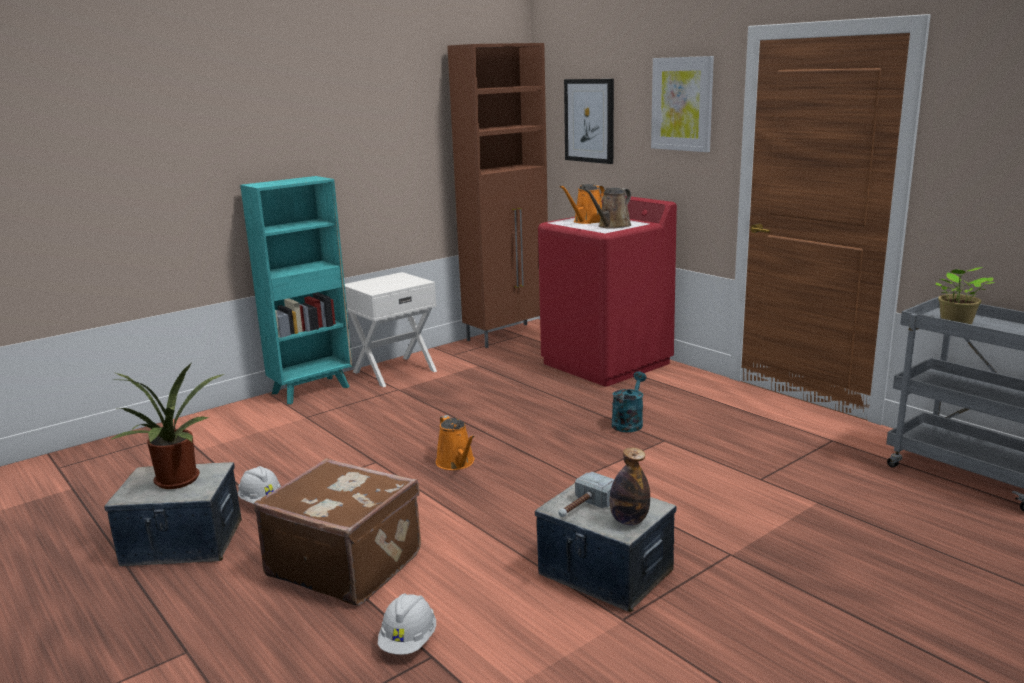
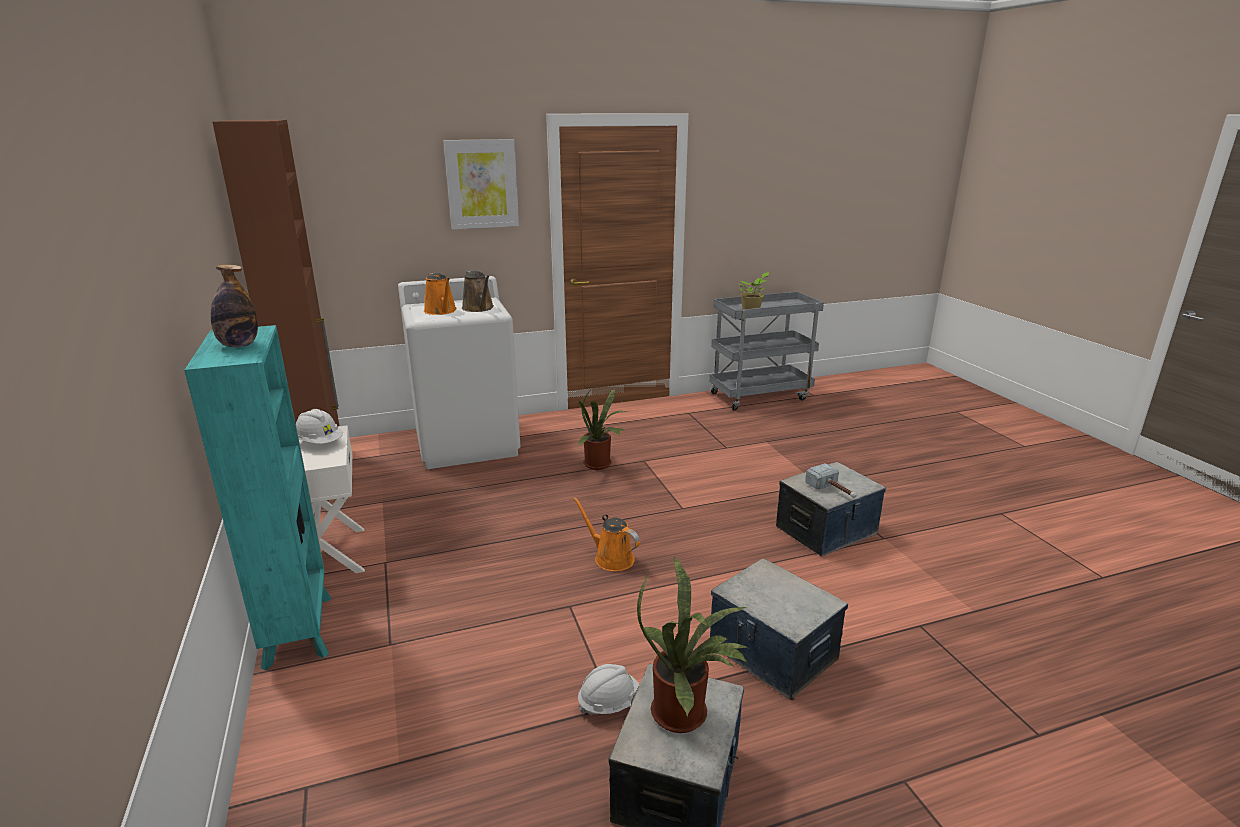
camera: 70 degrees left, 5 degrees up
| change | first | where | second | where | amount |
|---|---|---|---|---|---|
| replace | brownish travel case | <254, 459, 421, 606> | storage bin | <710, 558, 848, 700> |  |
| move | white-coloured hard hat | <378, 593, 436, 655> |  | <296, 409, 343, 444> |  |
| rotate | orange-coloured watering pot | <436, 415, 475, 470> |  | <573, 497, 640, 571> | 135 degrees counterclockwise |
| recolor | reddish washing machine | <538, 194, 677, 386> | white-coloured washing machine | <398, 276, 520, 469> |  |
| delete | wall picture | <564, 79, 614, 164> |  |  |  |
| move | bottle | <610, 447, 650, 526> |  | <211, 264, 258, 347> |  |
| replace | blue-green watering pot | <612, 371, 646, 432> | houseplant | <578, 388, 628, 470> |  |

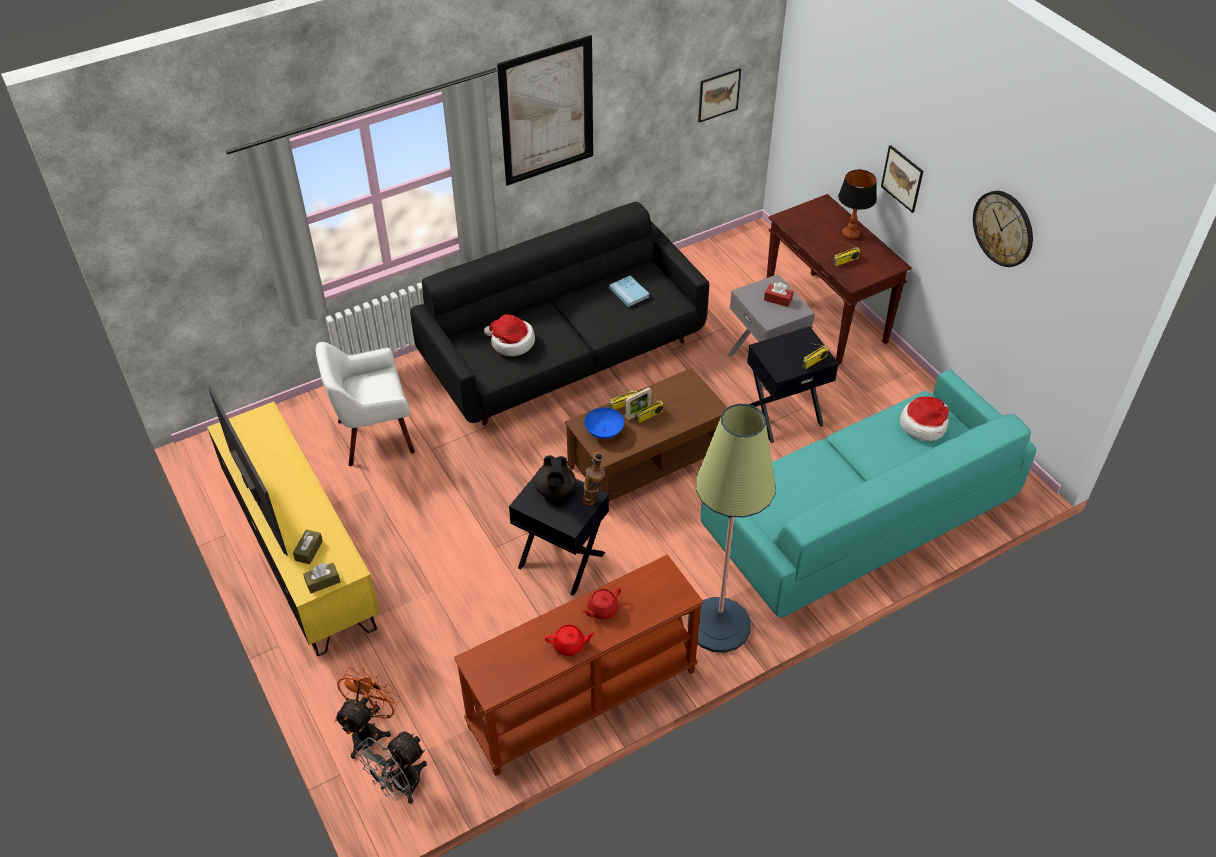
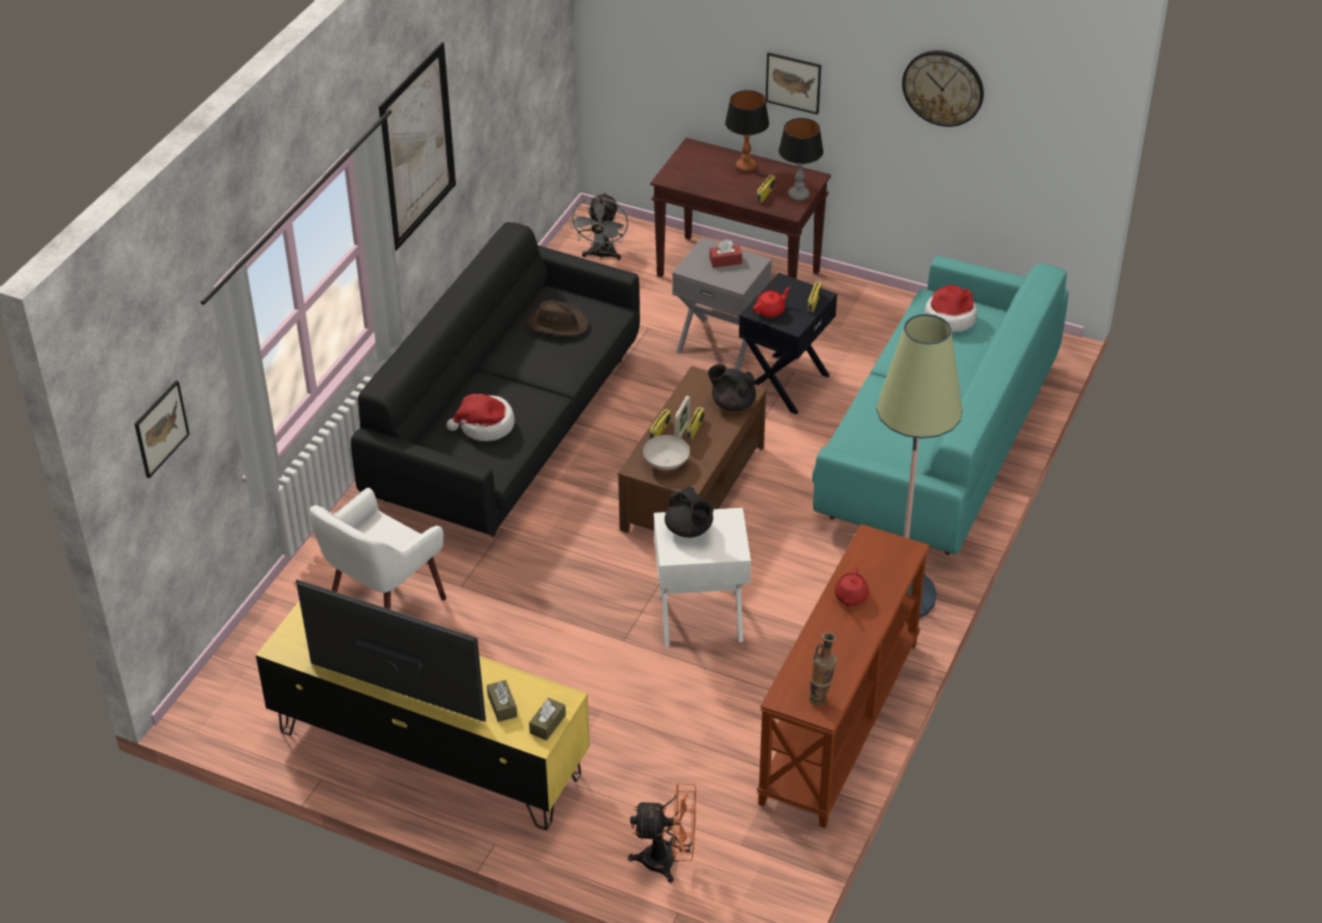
camera: 35 degrees left, 5 degrees down
| change | first | where | second | where | amount |
|---|---|---|---|---|---|
| rotate | orange-coloured electric fan | <335, 667, 401, 759> |  | <628, 783, 696, 883> | 105 degrees clockwise |
| move | gray electric fan | <355, 731, 427, 804> |  | <570, 192, 628, 260> |  |
| recolor | black-coloured end table | <509, 465, 609, 596> | white-coloured end table | <654, 508, 751, 647> |  |
| move | reddish pot for tea | <545, 625, 596, 656> |  | <753, 287, 790, 317> |  |
| move | flower vase | <582, 452, 605, 505> |  | <809, 632, 838, 706> |  |
| recolor | blue serving bowl | <584, 408, 624, 439> | white-coloured serving bowl | <643, 435, 690, 470> |  |
| replace | blue bound book | <609, 276, 650, 307> | brownish hat | <527, 300, 589, 337> |  |
| move | wall picture | <698, 68, 741, 123> |  | <135, 380, 190, 478> |  |
| insert |  |  | black-coloured pot for tea | <708, 364, 756, 411> |  |
| insert |  |  | tabletop lamp | <779, 118, 823, 201> |  |

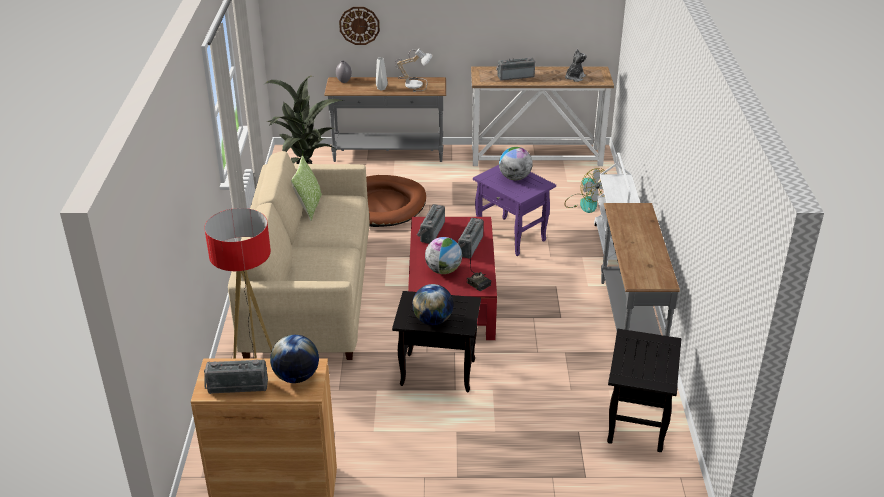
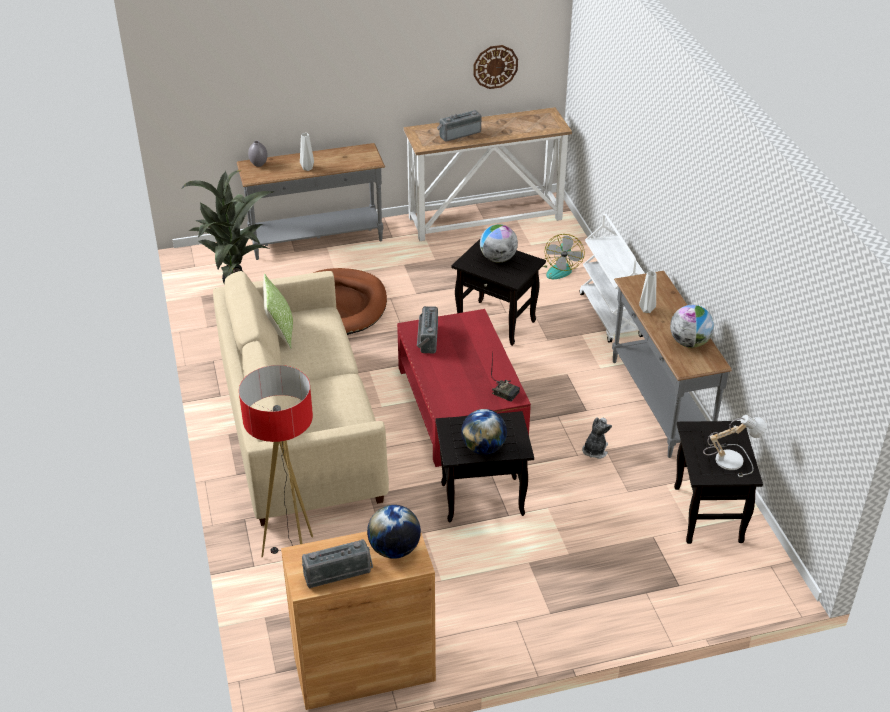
camera: 15 degrees left, 5 degrees up
| change | first | where | second | where | amount |
|---|---|---|---|---|---|
| move | wall clock | <339, 7, 380, 45> |  | <473, 45, 518, 89> |  |
| move | tabletop lamp | <395, 49, 433, 92> |  | <703, 415, 767, 477> |  |
| move | world globe | <425, 237, 462, 274> |  | <670, 305, 714, 348> |  |
| delete | radio | <458, 218, 484, 258> |  |  |  |
| recolor | purple-coloured end table | <473, 165, 556, 256> | black-coloured end table | <452, 239, 546, 346> |  |
| move | cuddly toy | <565, 49, 587, 82> |  | <582, 417, 612, 459> |  |
| rotate | electric fan | <565, 168, 607, 213> |  | <542, 234, 585, 279> | 60 degrees clockwise |
| insert |  |  | gray flower vase | <639, 271, 656, 313> |  |

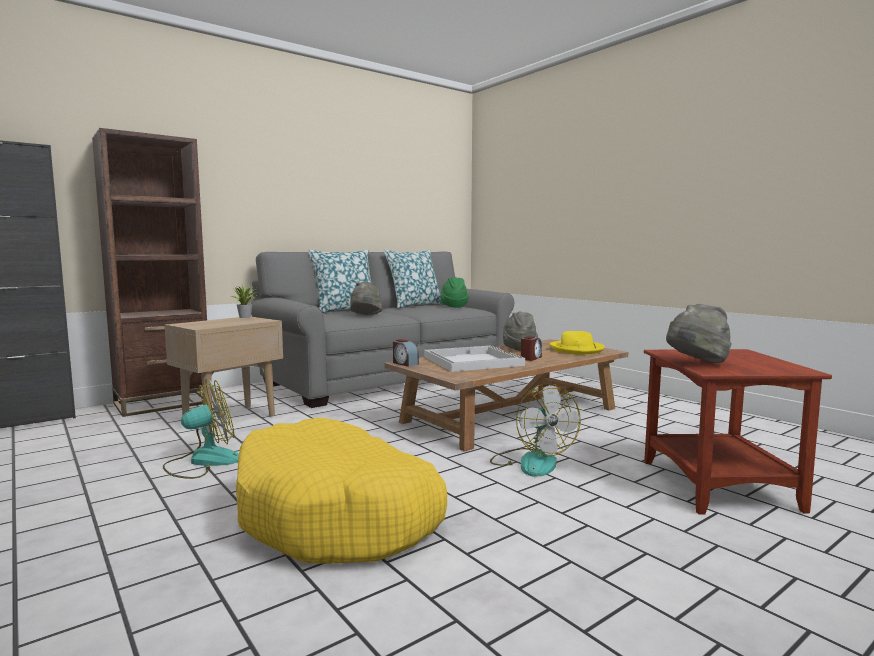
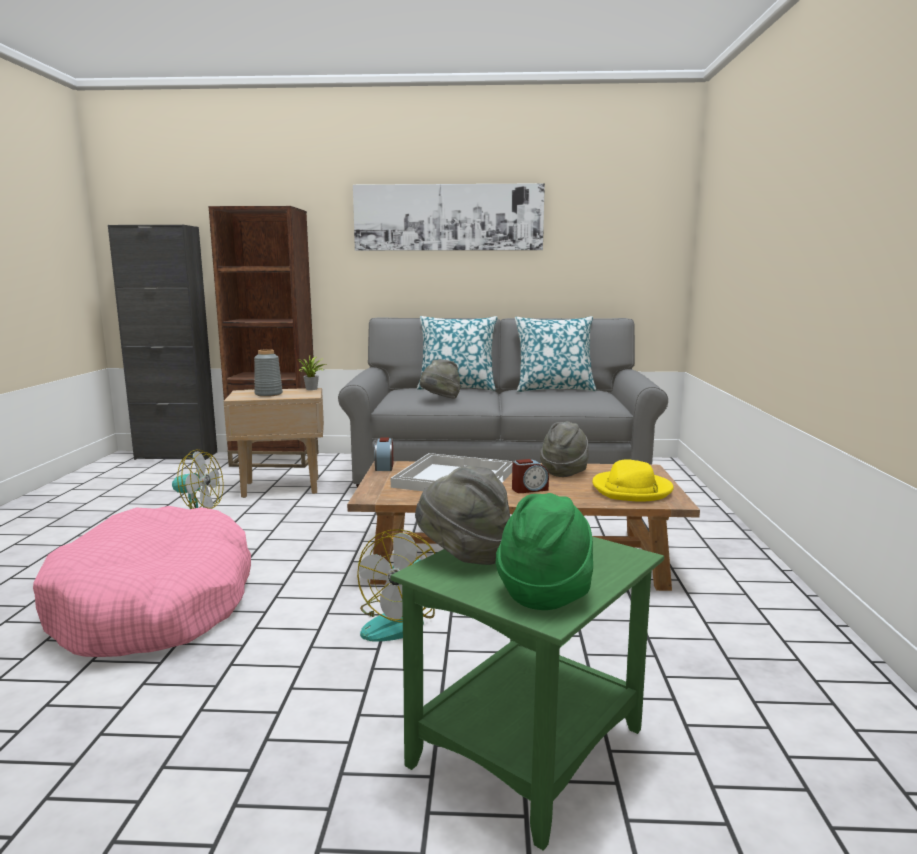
camera: 40 degrees right, 5 degrees up
| change | first | where | second | where | amount |
|---|---|---|---|---|---|
| recolor | yellow dog bed | <236, 417, 447, 564> | pink-coloured dog bed | <33, 506, 251, 657> |  |
| move | green-coloured hat | <441, 277, 469, 308> |  | <496, 493, 593, 610> |  |
| recolor | brownish end table | <644, 349, 832, 515> | green-coloured end table | <391, 536, 664, 851> |  |
| insert |  |  | gray flower vase | <254, 349, 283, 397> |  |
| insert |  |  | wall picture | <353, 183, 545, 251> |  |

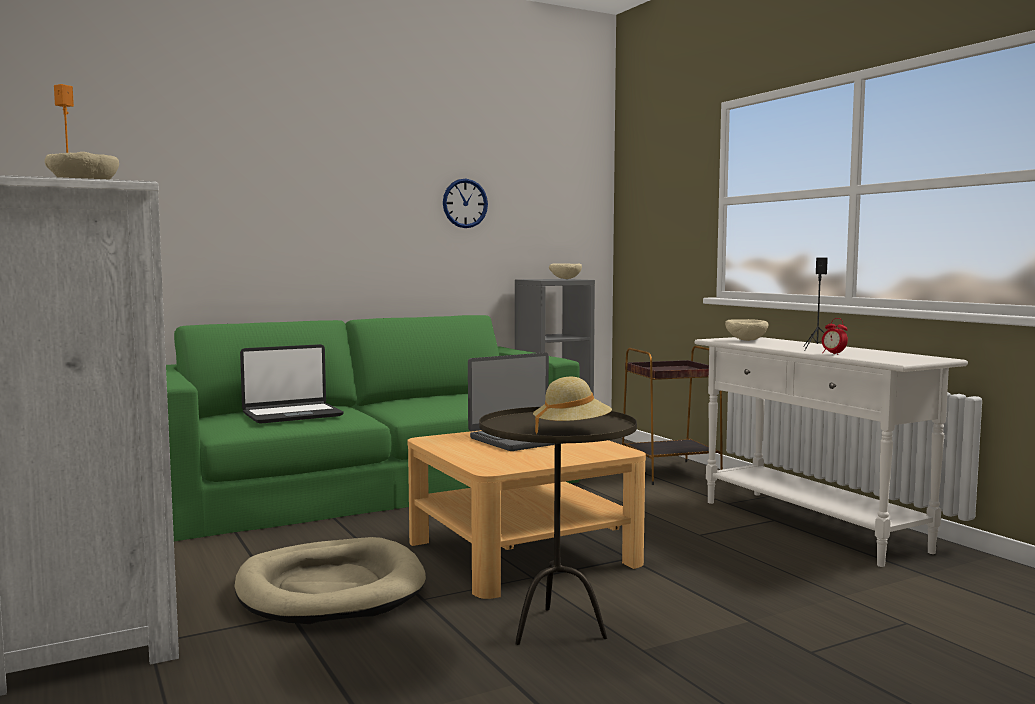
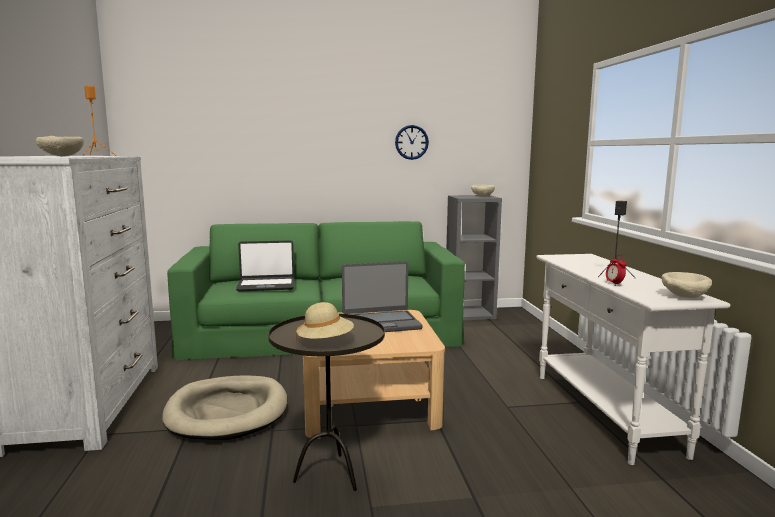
camera: 20 degrees right, 5 degrees up
| change | first | where | second | where | amount |
|---|---|---|---|---|---|
| delete | brownish end table | <622, 346, 723, 485> |  |  |  |
| move | sand-coloured serving bowl | <725, 319, 768, 341> |  | <662, 272, 712, 298> |  |

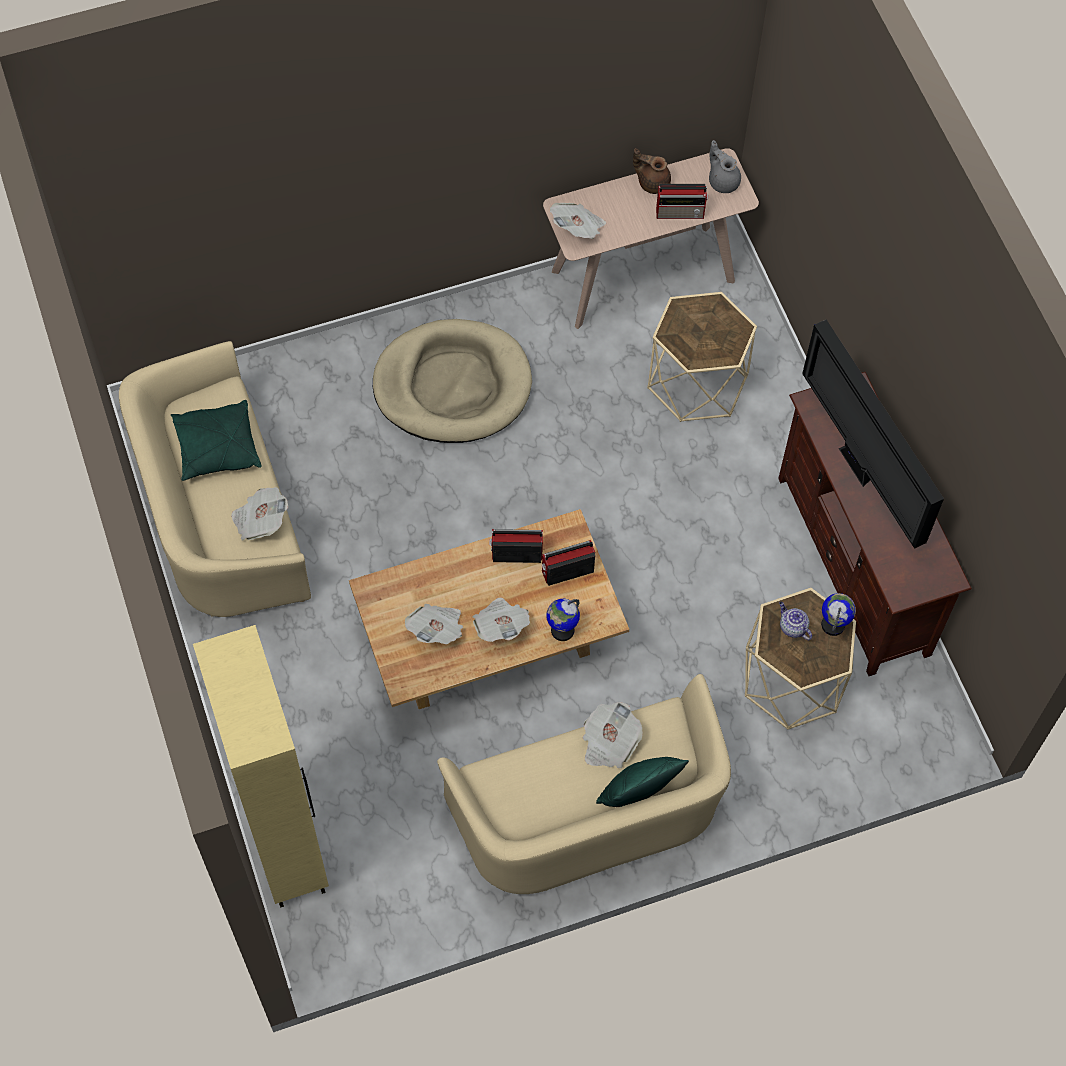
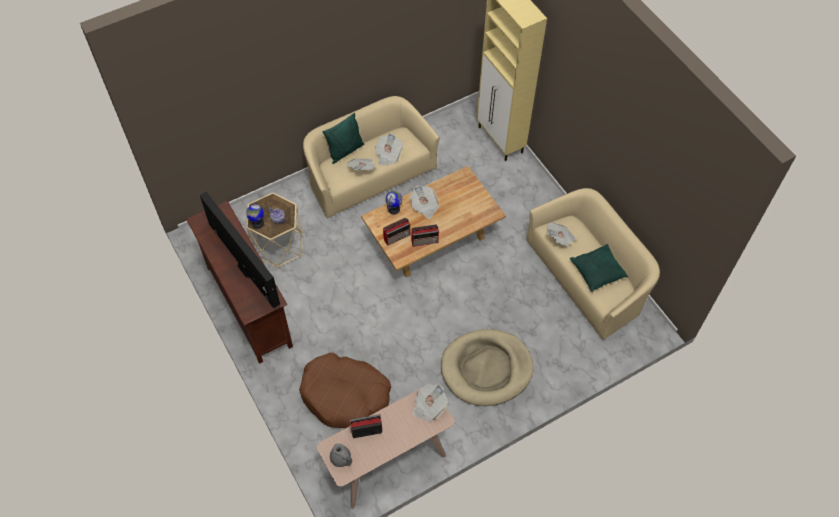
camera: 170 degrees right, 5 degrees down
| change | first | where | second | where | amount |
|---|---|---|---|---|---|
| move | newspaper | <405, 604, 463, 644> |  | <375, 133, 403, 166> |  |
| delete | brownish pot for tea | <633, 148, 671, 194> |  |  |  |
| replace | sand-coloured end table | <647, 292, 757, 422> | brownish dog bed | <299, 353, 391, 428> |  |

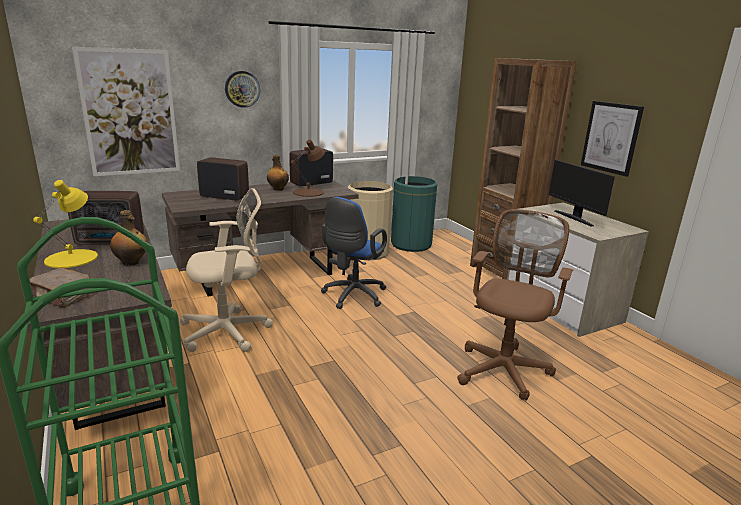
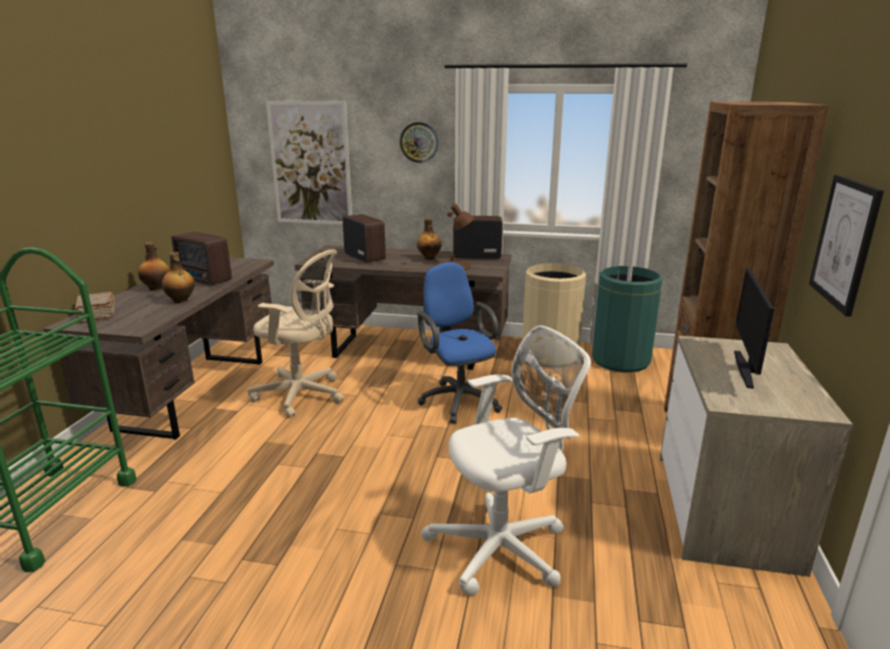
camera: 40 degrees right, 0 degrees up
| change | first | where | second | where | amount |
|---|---|---|---|---|---|
| replace | yellow tabletop lamp | <33, 180, 98, 268> | bottle | <138, 242, 170, 291> |  |
| rotate | blue computer chair | <321, 197, 387, 309> |  | <418, 262, 502, 424> | 90 degrees clockwise |
| recolor | brownish computer chair | <457, 209, 573, 401> | white-coloured computer chair | <421, 325, 591, 596> |  |

